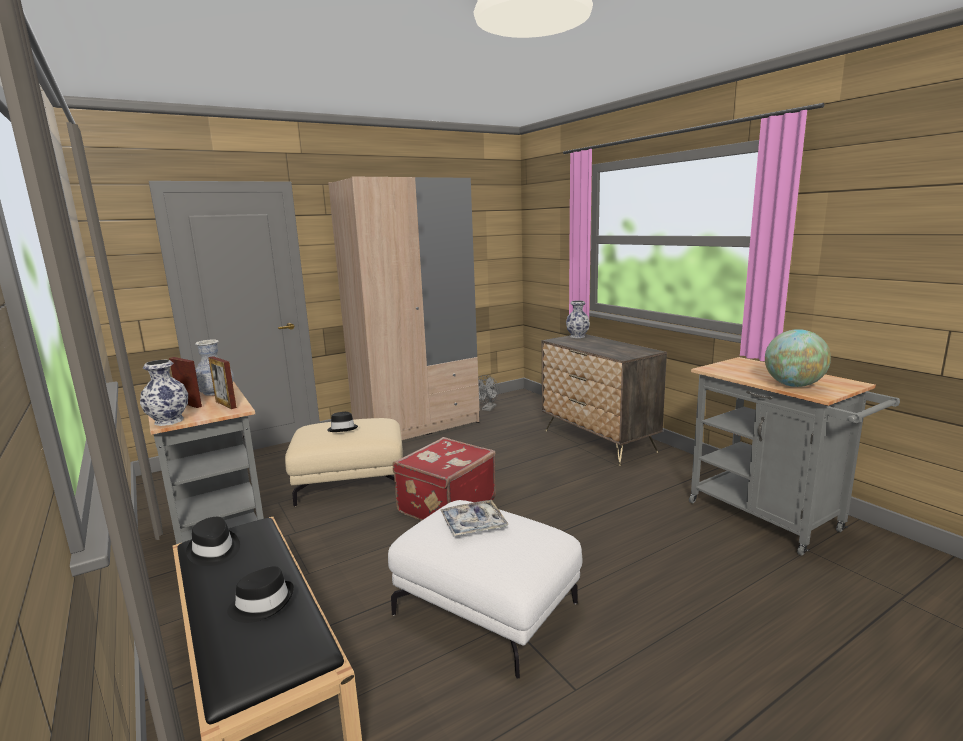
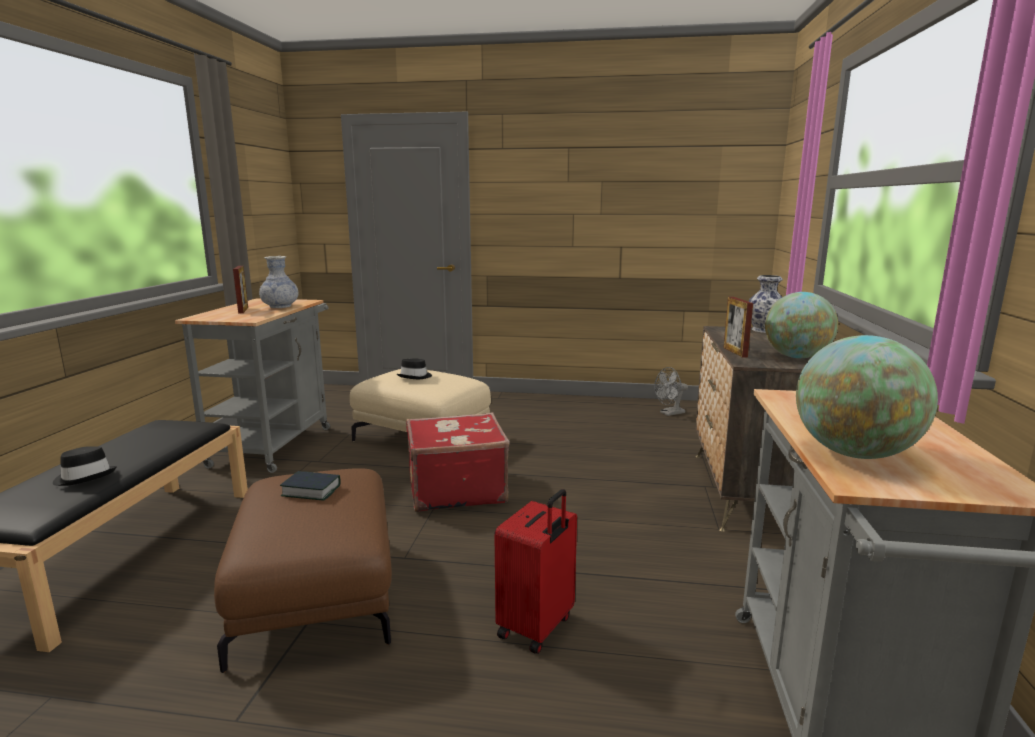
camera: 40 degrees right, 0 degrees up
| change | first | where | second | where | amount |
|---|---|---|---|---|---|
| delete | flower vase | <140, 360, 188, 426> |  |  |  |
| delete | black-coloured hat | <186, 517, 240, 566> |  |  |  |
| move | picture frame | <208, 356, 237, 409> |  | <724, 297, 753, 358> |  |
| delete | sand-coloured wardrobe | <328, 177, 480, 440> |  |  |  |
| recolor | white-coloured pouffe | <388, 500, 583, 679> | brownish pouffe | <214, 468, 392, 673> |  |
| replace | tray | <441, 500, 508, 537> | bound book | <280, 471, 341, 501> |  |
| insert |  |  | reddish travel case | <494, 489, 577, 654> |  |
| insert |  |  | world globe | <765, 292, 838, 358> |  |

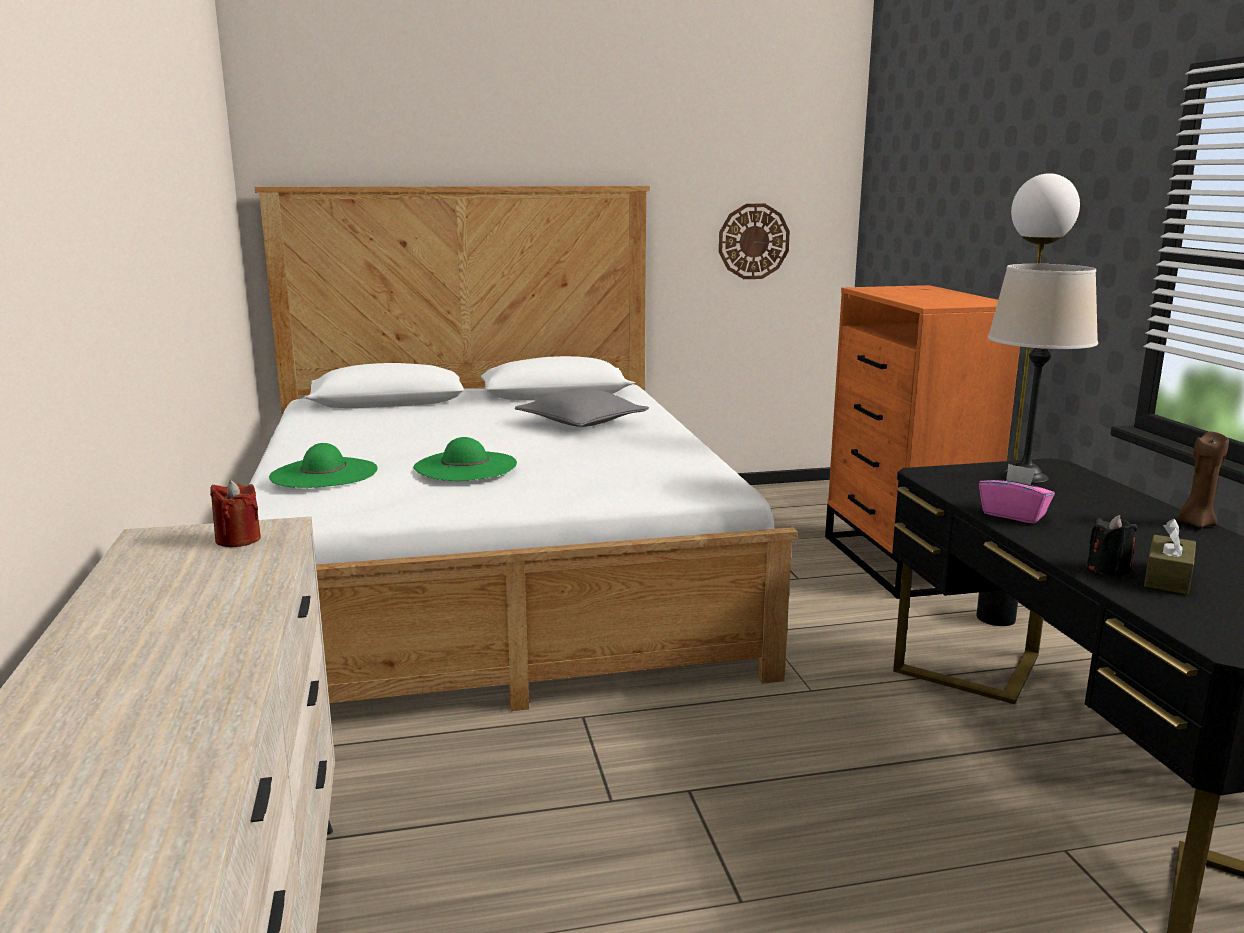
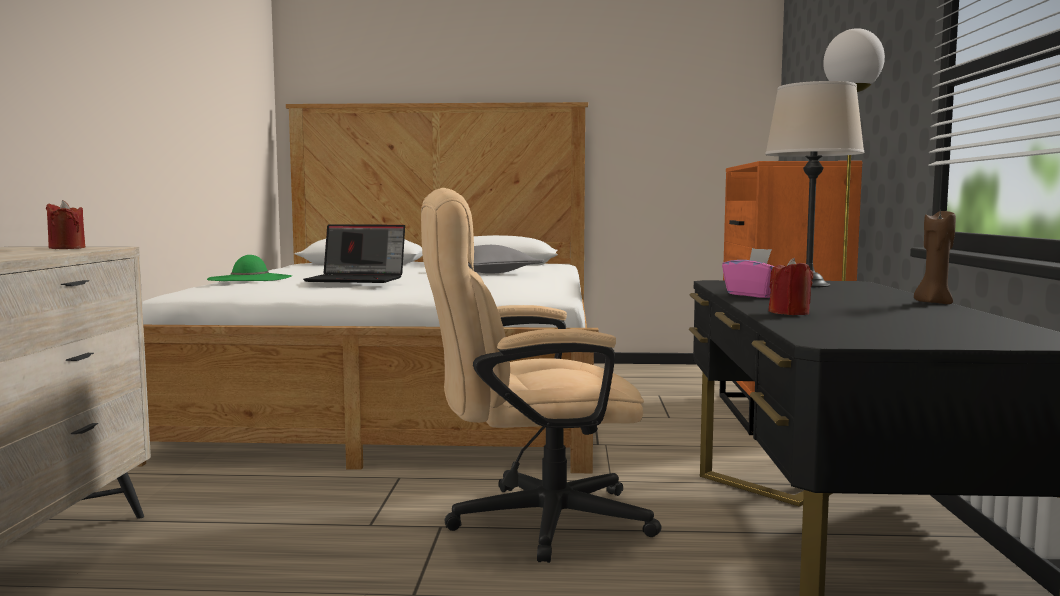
camera: 15 degrees right, 10 degrees down
| change | first | where | second | where | amount |
|---|---|---|---|---|---|
| replace | green-coloured hat | <413, 437, 517, 481> | notebook computer | <303, 224, 405, 283> |  |
| delete | wall clock | <719, 204, 790, 279> |  |  |  |
| recolor | black-coloured wax light | <1086, 515, 1137, 577> | reddish wax light | <769, 258, 813, 315> |  |
| delete | brownish tissue box | <1144, 519, 1196, 595> |  |  |  |
| insert |  |  | sand-coloured computer chair | <421, 188, 662, 563> |  |

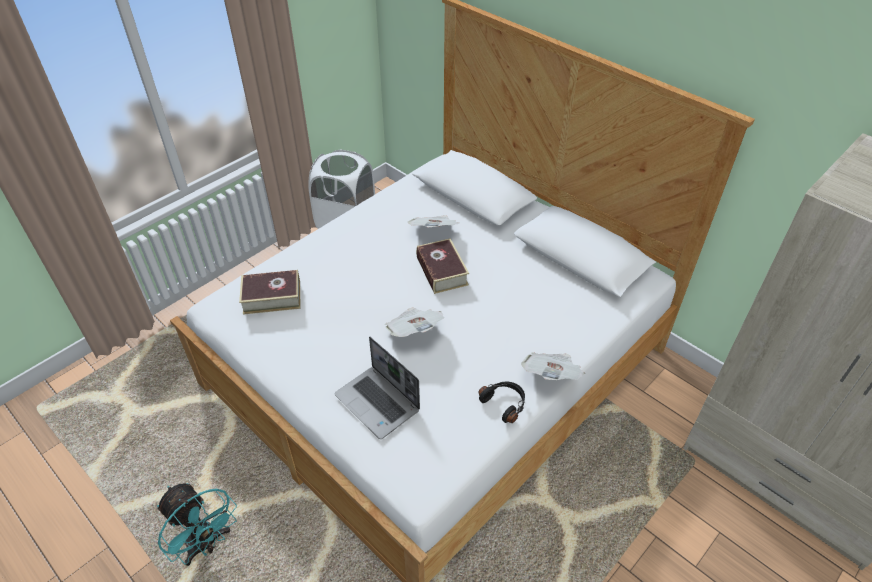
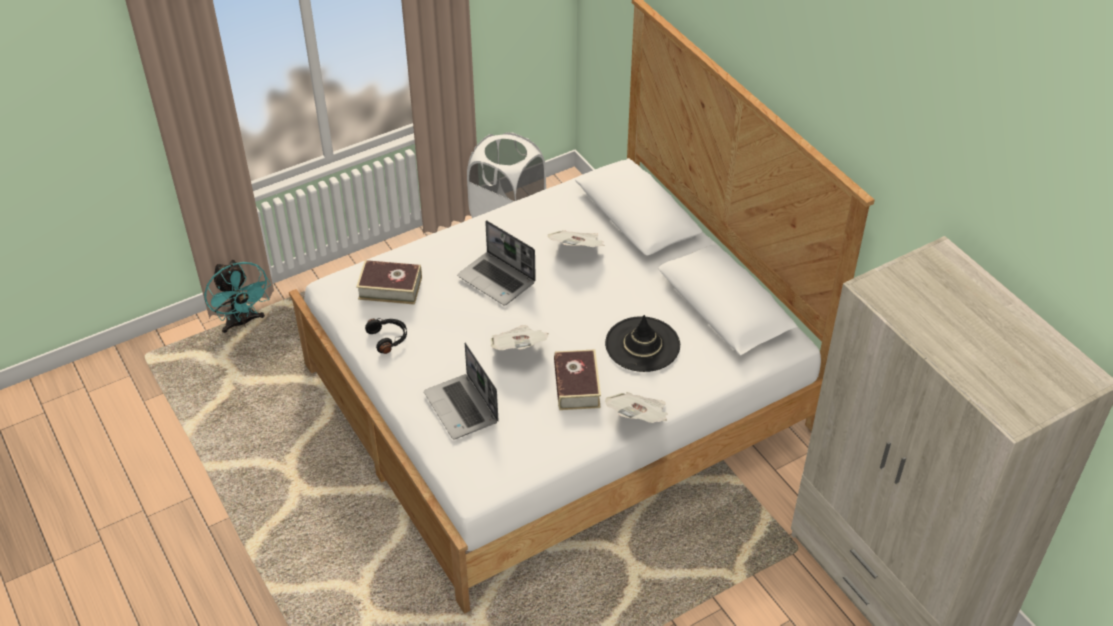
camera: 15 degrees right, 0 degrees up
| change | first | where | second | where | amount |
|---|---|---|---|---|---|
| move | blue-green electric fan | <157, 483, 237, 566> |  | <204, 260, 271, 333> |  |
| move | bound book | <416, 239, 469, 294> |  | <554, 349, 601, 410> |  |
| move | black-coloured headset | <478, 381, 525, 423> |  | <365, 318, 407, 354> |  |
| insert |  |  | notebook computer | <457, 220, 536, 306> |  |
| insert |  |  | black-coloured hat | <605, 315, 680, 372> |  |

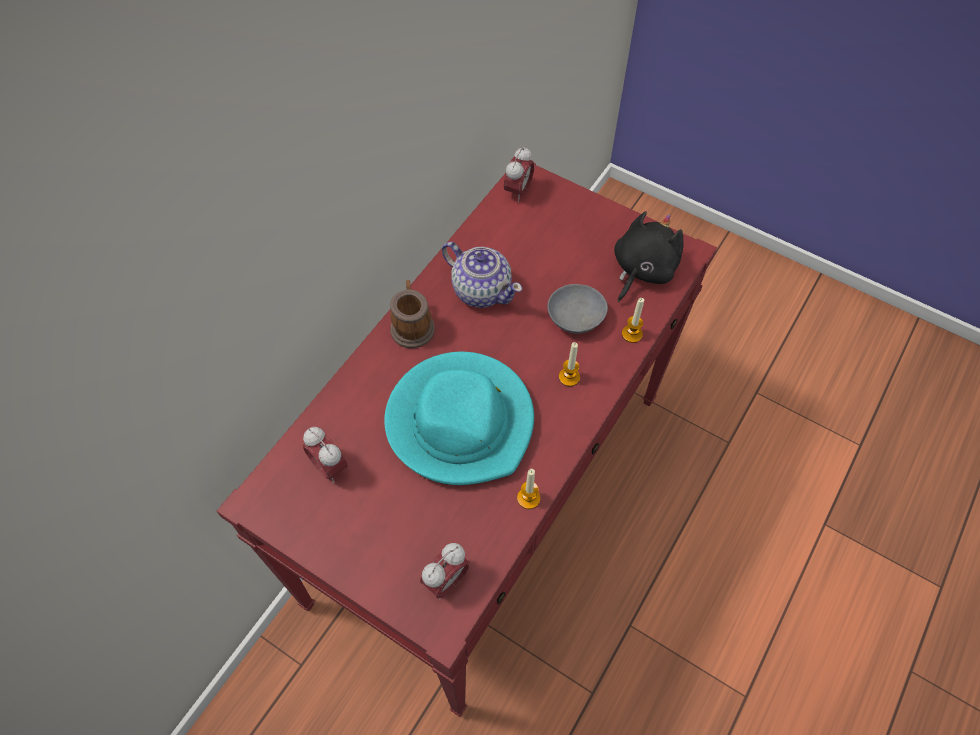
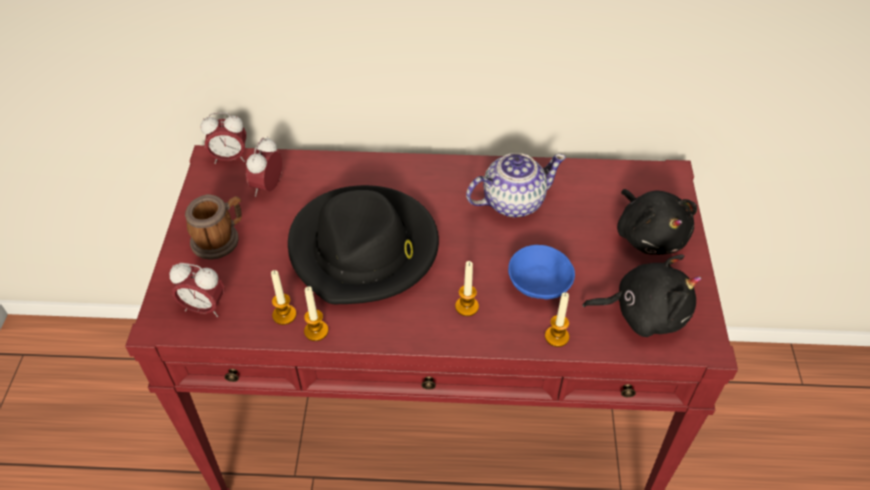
camera: 60 degrees right, 10 degrees down
| change | first | where | second | where | amount |
|---|---|---|---|---|---|
| recolor | blue-green hat | <384, 352, 534, 485> | black-coloured hat | <288, 185, 439, 304> |  |
| move | tea mug | <390, 280, 435, 348> |  | <185, 194, 242, 260> |  |
| rotate | pot for tea | <442, 242, 522, 308> |  | <466, 153, 566, 217> | 120 degrees counterclockwise |
| move | bedside clock | <504, 146, 534, 203> |  | <200, 112, 246, 164> |  |
| recolor | gray serving bowl | <547, 284, 608, 334> | blue serving bowl | <508, 245, 575, 299> |  |
| insert |  |  | wax light | <271, 270, 297, 325> |  |
| insert |  |  | black-coloured cuddly toy | <617, 189, 697, 255> |  |

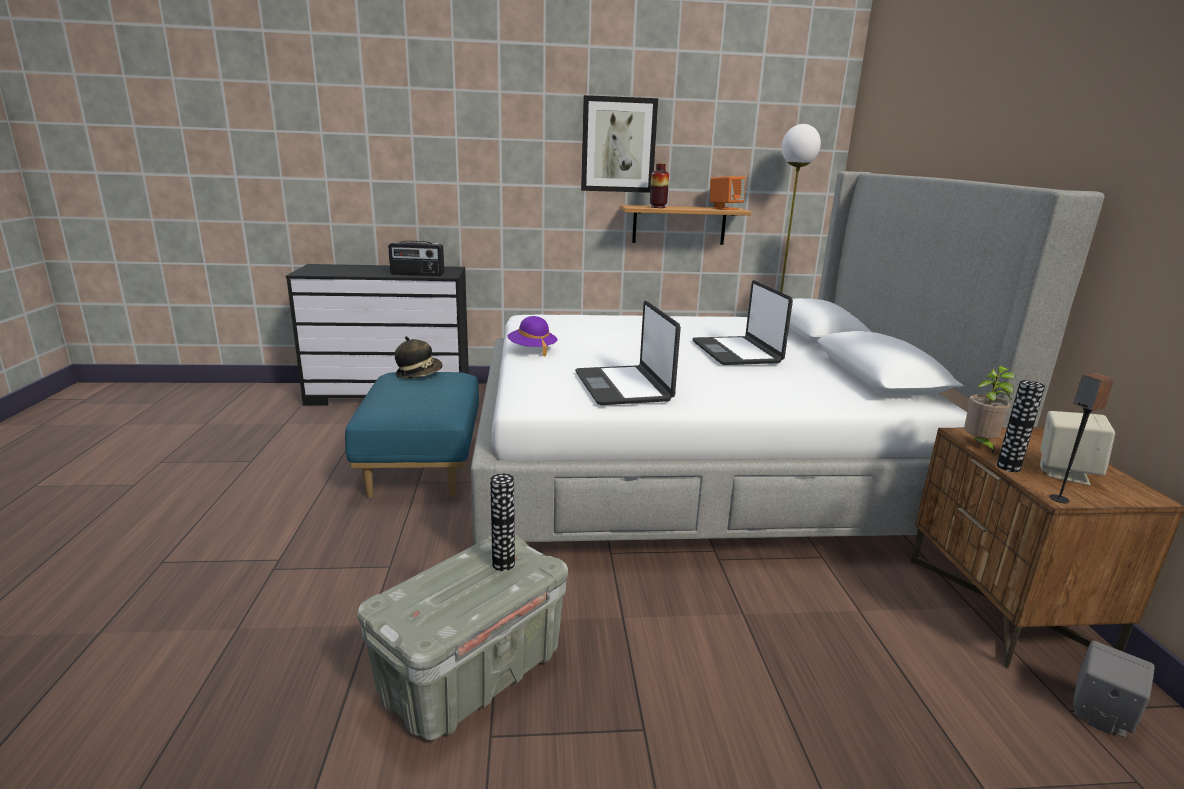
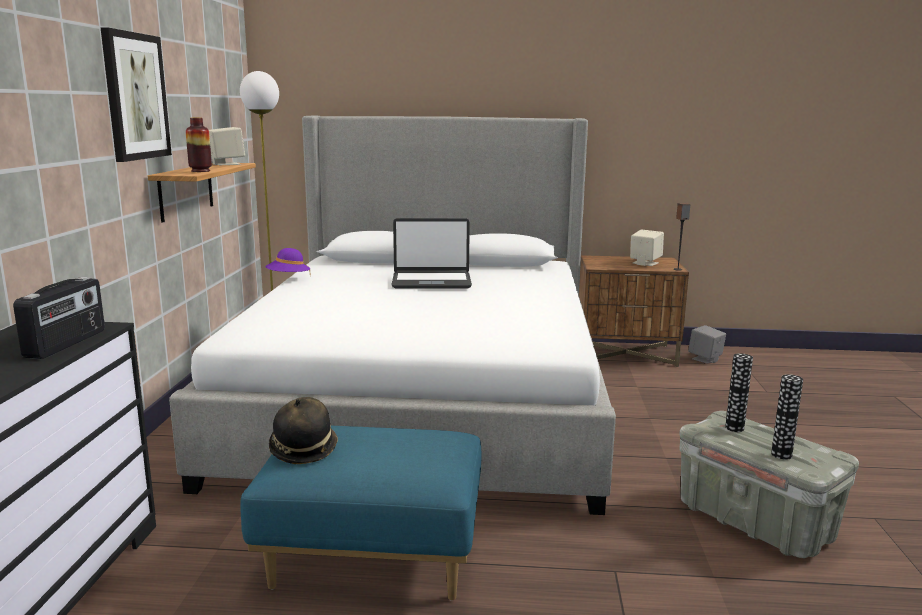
camera: 80 degrees left, 5 degrees down
| change | first | where | second | where | amount |
|---|---|---|---|---|---|
| move | purple-coloured hat | <507, 316, 557, 356> |  | <265, 248, 311, 276> |  |
| delete | notebook computer | <575, 301, 681, 405> |  |  |  |
| recolor | orange-coloured speaker | <710, 176, 745, 210> | sand-coloured speaker | <209, 127, 245, 165> |  |
| delete | houseplant | <964, 366, 1015, 454> |  |  |  |
| move | flower vase | <997, 380, 1045, 472> |  | <771, 374, 803, 460> |  |

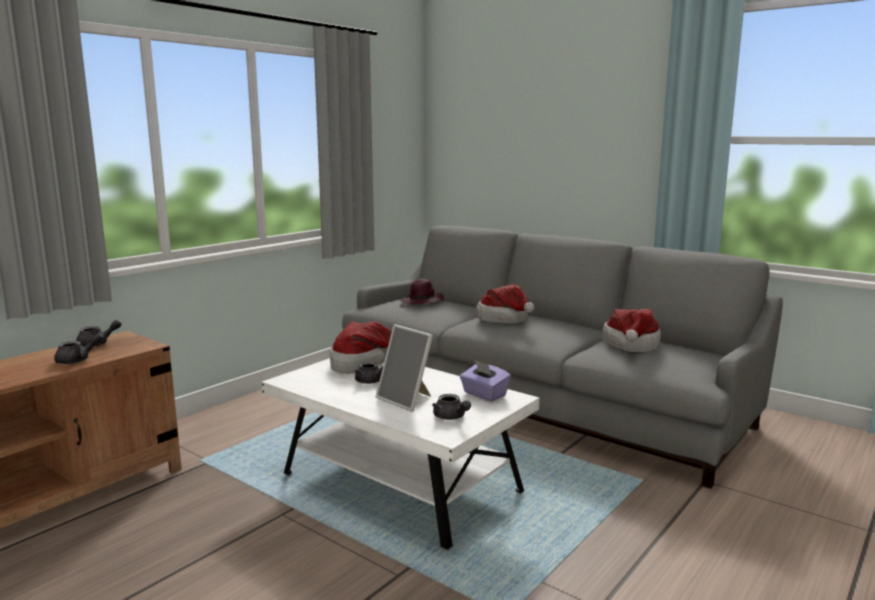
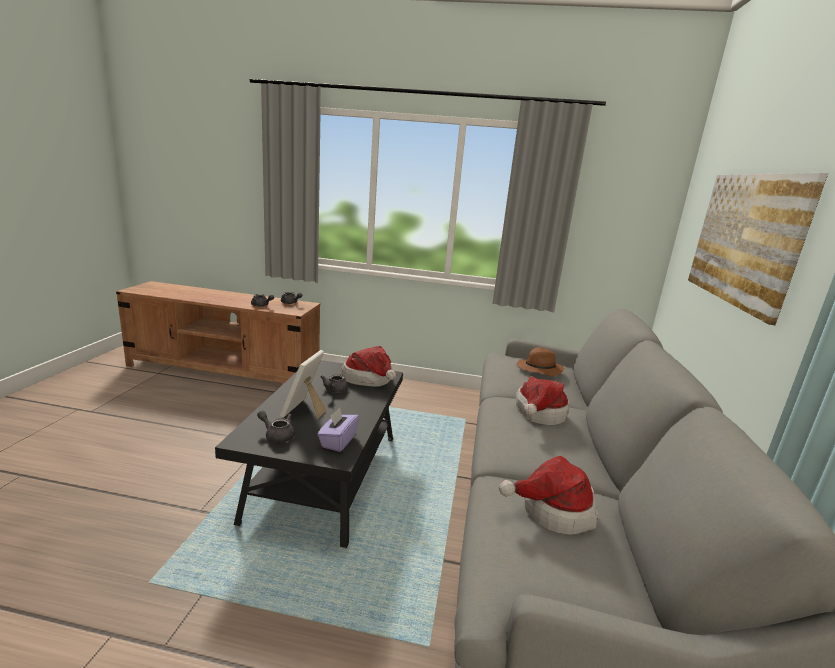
camera: 60 degrees right, 5 degrees up
| change | first | where | second | where | amount |
|---|---|---|---|---|---|
| recolor | white-coloured lounge table | <262, 356, 539, 551> | black-coloured lounge table | <215, 360, 403, 549> |  |
| recolor | purple-coloured hat | <400, 279, 444, 305> | brownish hat | <517, 347, 564, 377> |  |
| rotate | gray pot for tea | <432, 394, 471, 420> |  | <257, 411, 295, 443> | 90 degrees clockwise |
| insert |  |  | wall picture | <688, 173, 828, 325> |  |

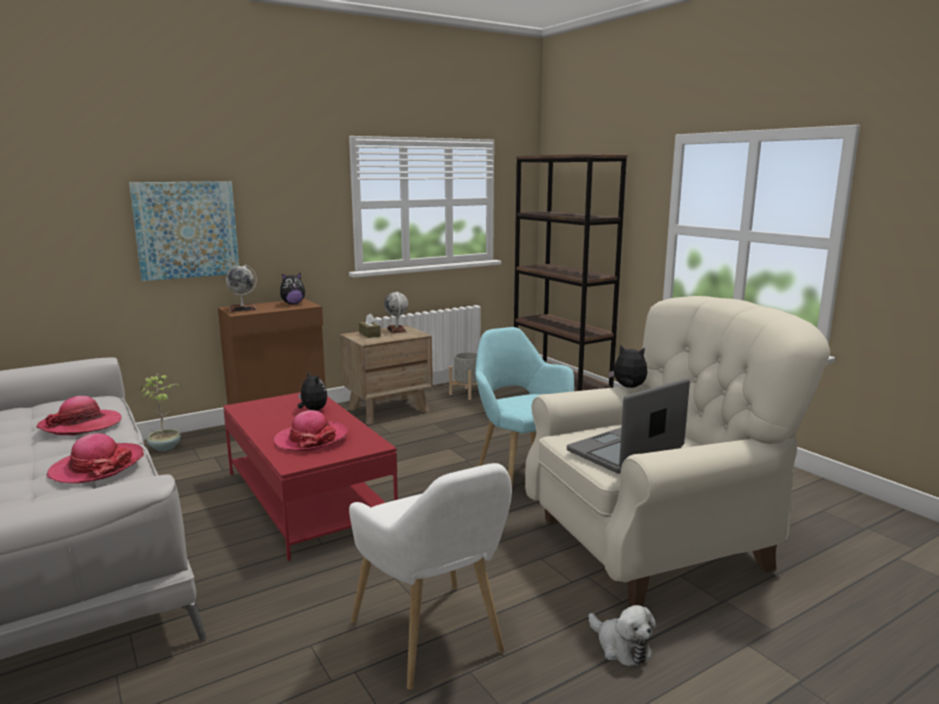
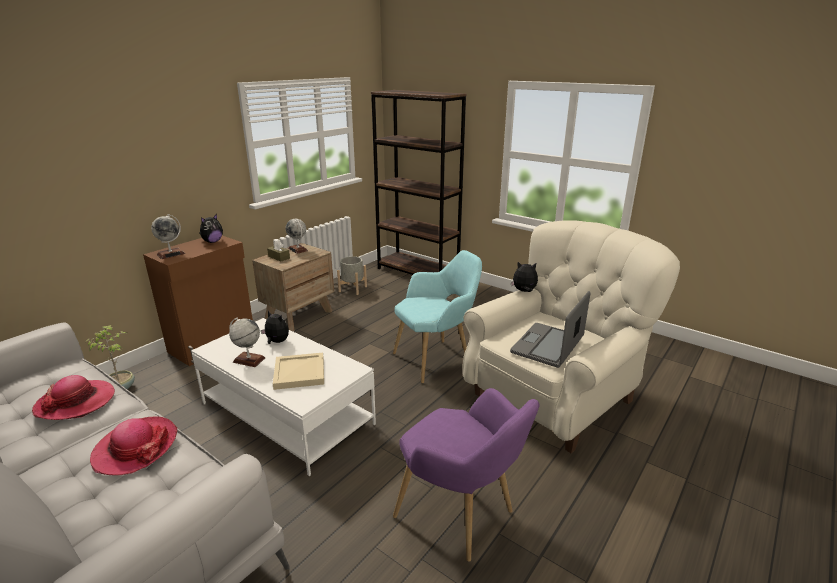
camera: 20 degrees left, 10 degrees up
| change | first | where | second | where | amount |
|---|---|---|---|---|---|
| delete | wall picture | <129, 181, 239, 281> |  |  |  |
| recolor | reddish lounge table | <223, 392, 398, 561> | white-coloured lounge table | <191, 318, 376, 476> |  |
| replace | hat | <273, 410, 349, 451> | sand-coloured tray | <273, 353, 324, 390> |  |
| recolor | white-coloured lounge chair | <349, 463, 512, 690> | purple-coloured lounge chair | <393, 388, 539, 562> |  |
| rotate | blue-green lounge chair | <475, 327, 574, 484> |  | <393, 250, 482, 383> | 105 degrees clockwise |
| delete | cuddly toy | <588, 605, 656, 667> |  |  |  |
| insert |  |  | world globe | <229, 317, 265, 367> |  |

